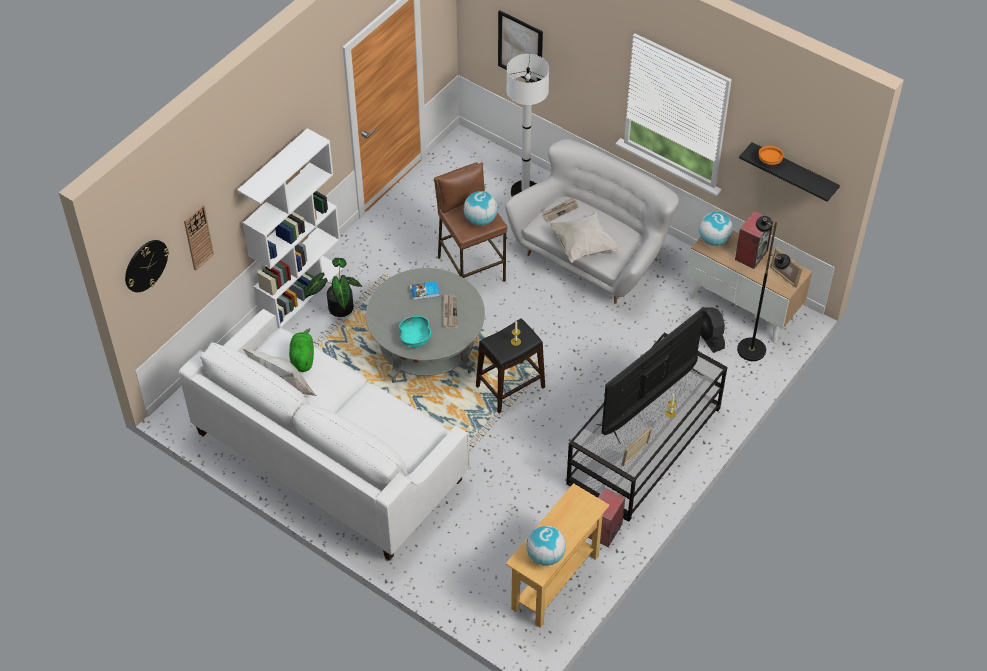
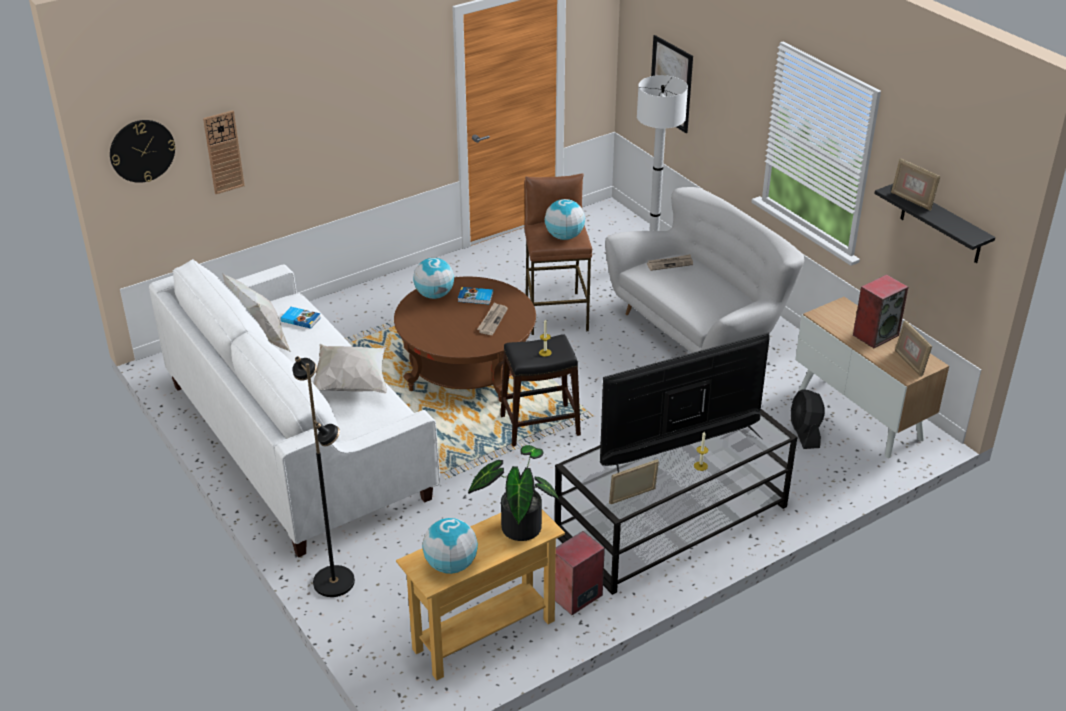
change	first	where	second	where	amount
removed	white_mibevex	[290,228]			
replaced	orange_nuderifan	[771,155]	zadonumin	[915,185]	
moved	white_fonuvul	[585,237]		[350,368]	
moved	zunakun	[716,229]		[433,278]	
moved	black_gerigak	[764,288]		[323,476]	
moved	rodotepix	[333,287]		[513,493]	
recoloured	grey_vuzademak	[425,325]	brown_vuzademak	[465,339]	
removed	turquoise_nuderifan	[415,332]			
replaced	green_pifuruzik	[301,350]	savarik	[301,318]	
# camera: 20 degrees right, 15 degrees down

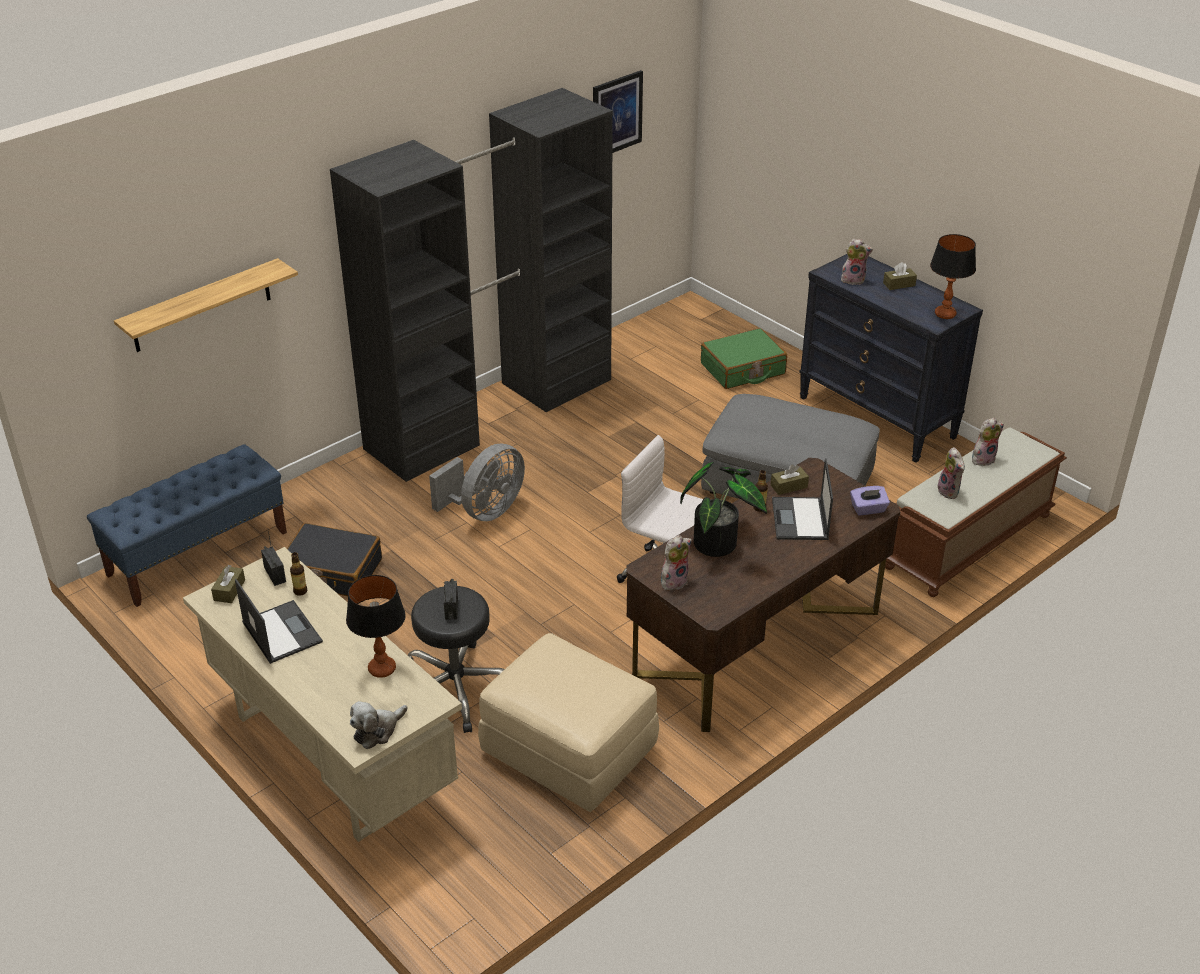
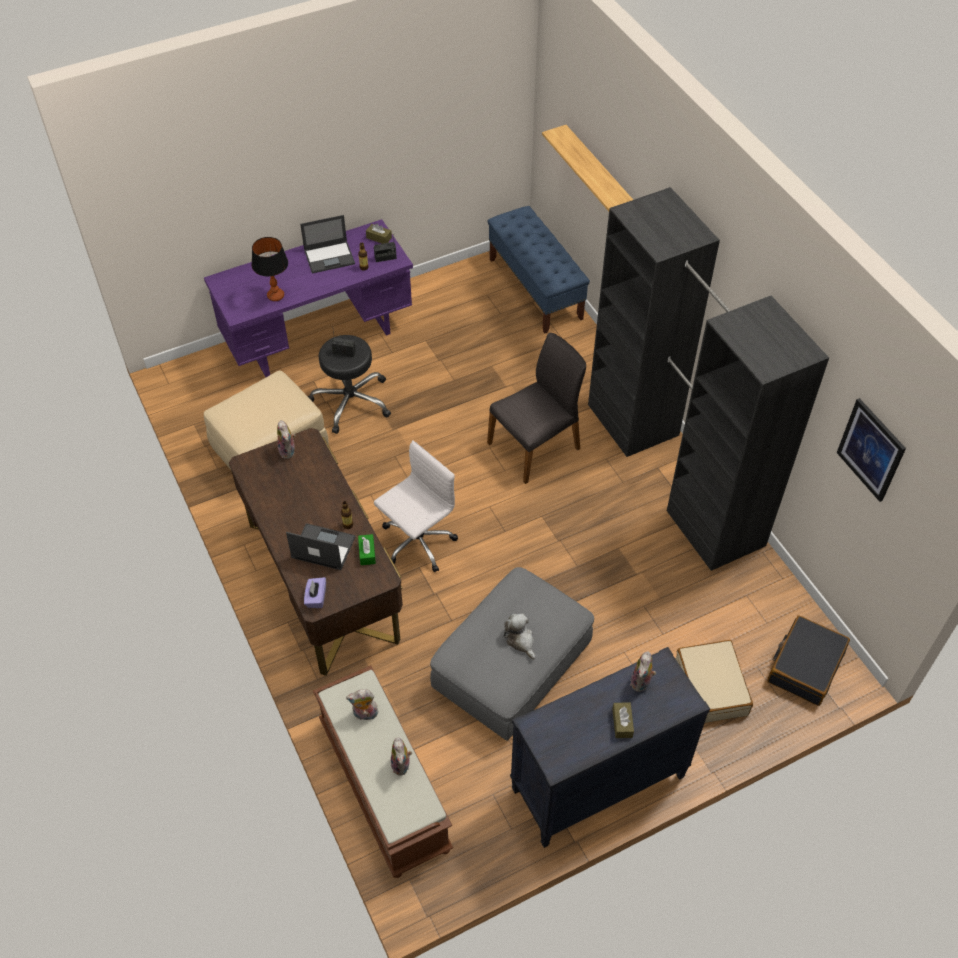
change	first	where	second	where	amount
removed	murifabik	[953,276]			
recoloured	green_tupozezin	[744,358]	beige_tupozezin	[714,681]	
replaced	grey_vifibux	[477,482]	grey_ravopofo	[536,408]	
removed	rodotepix	[723,509]			
recoloured	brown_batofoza	[790,480]	green_batofoza	[367,549]	
moved	black_tupozezin	[334,559]		[808,660]	
recoloured	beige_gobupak	[322,694]	purple_gobupak	[308,298]	
moved	pifuruzik	[379,725]		[519,637]	
# camera: 105 degrees right, 15 degrees up

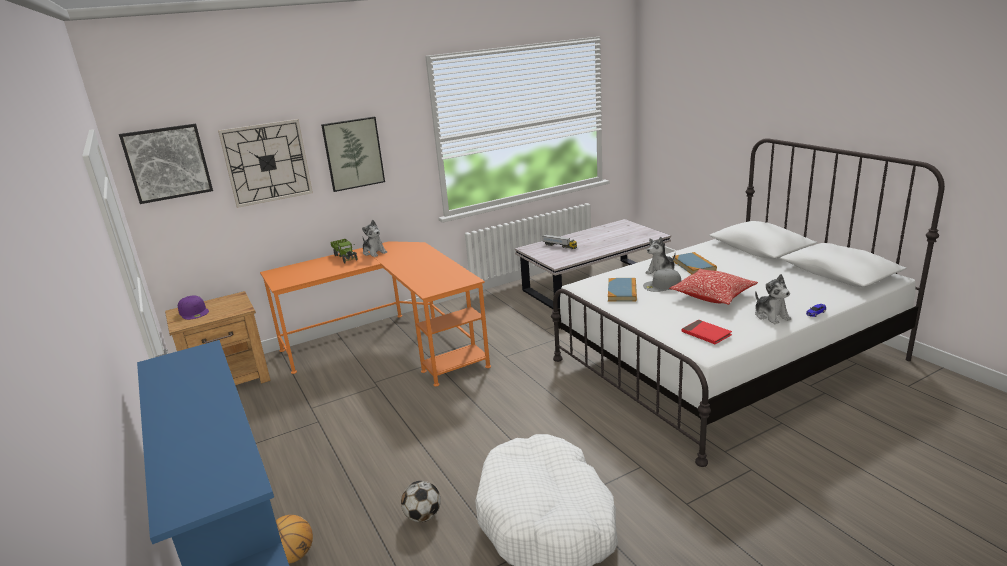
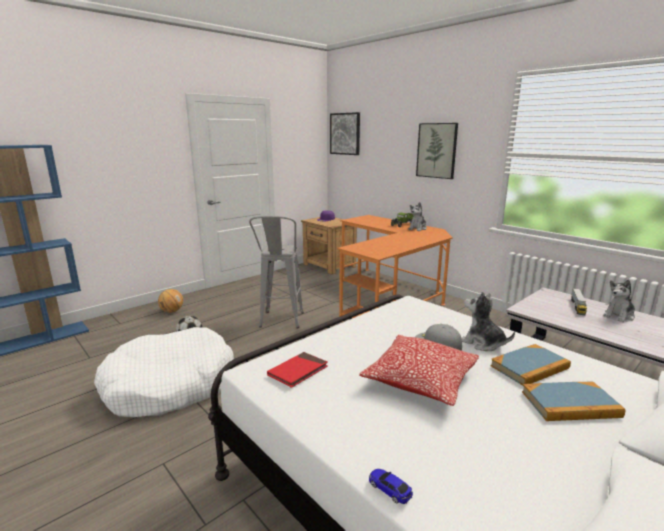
change	first	where	second	where	amount
removed	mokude	[265,163]			
moved	pifuruzik	[773,299]		[619,301]	
moved	savarik	[622,290]		[574,401]	
added			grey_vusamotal	[276,272]	
# camera: 75 degrees right, 5 degrees down

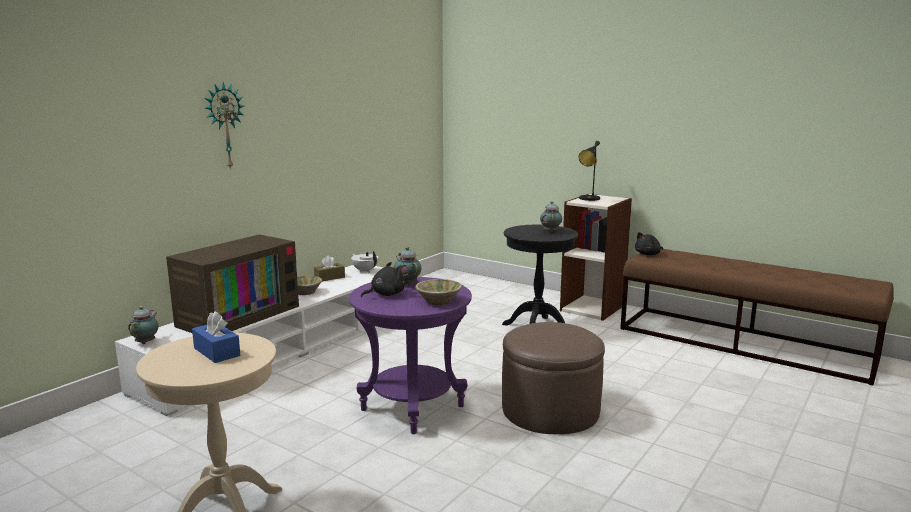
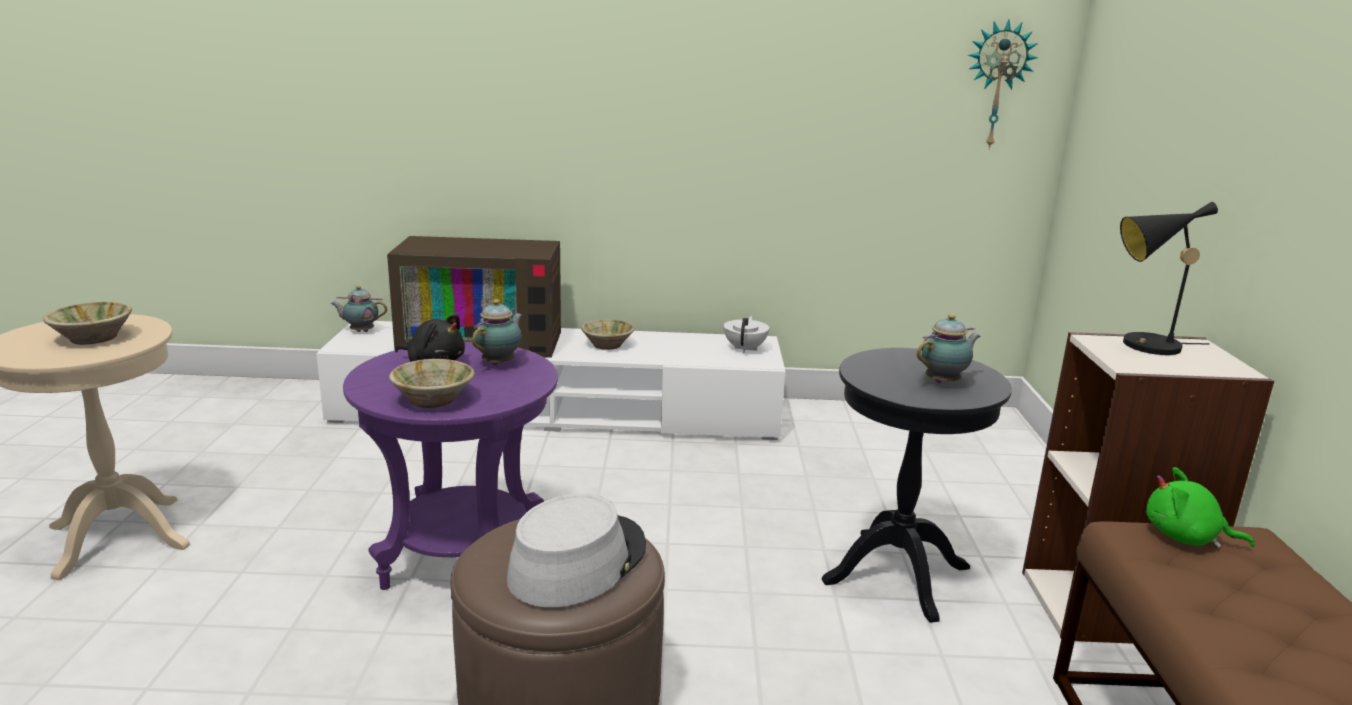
change	first	where	second	where	amount
moved	mokude	[224,126]		[1003,84]	
recoloured	black_pifuruzik	[649,243]	green_pifuruzik	[1200,508]	
removed	brown_batofoza	[329,268]			
turned	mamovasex	[143,325]		[359,309]	150 degrees counterclockwise
replaced	blue_batofoza	[216,337]	beige_nuderifan	[87,323]	
added			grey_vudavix	[576,550]	
# camera: 55 degrees right, 5 degrees up

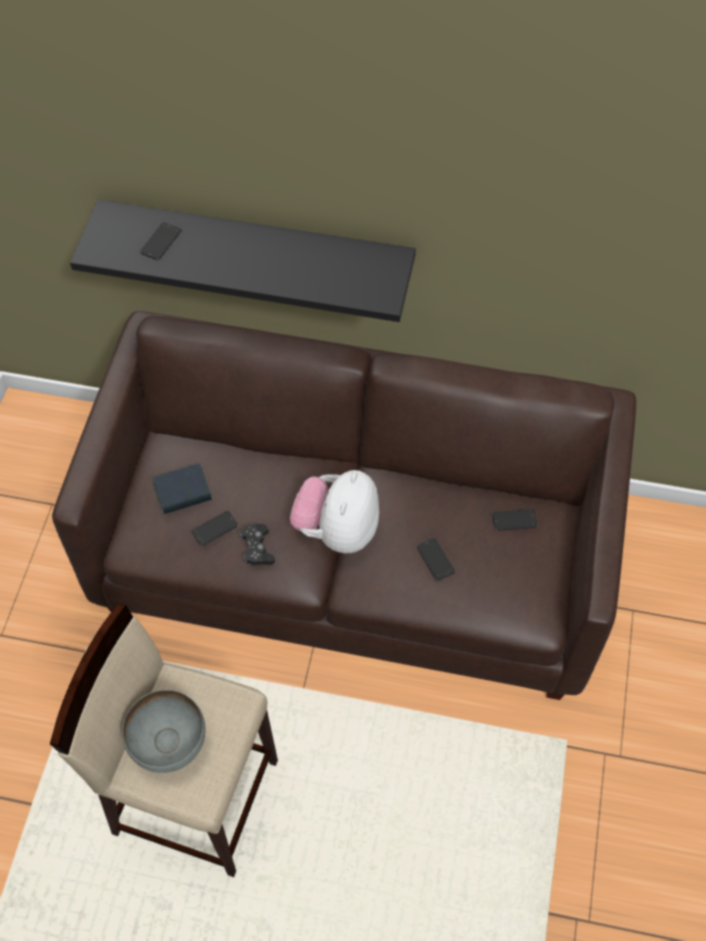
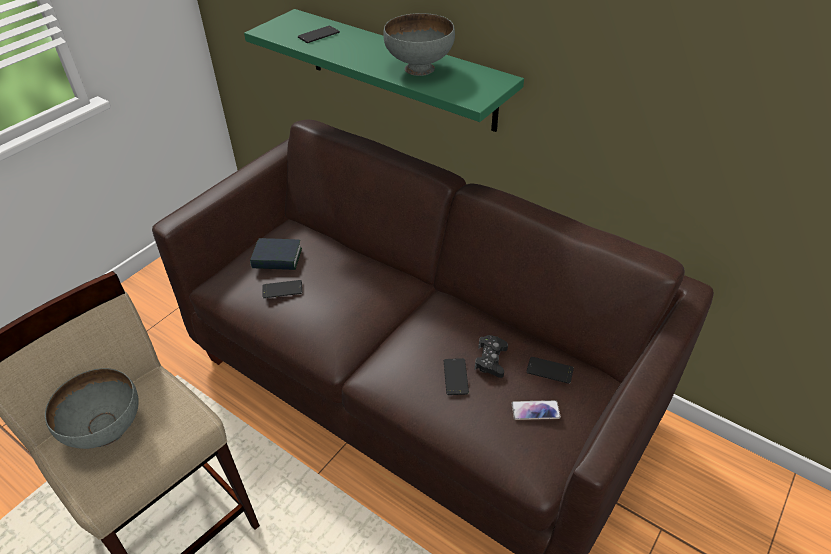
change	first	where	second	where	amount
recoloured	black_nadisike	[243,261]	green_nadisike	[384,70]	
removed	pifuruzik	[334,511]			
moved	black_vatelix	[257,545]		[491,356]	
added			grey_nuderifan	[419,44]	
added			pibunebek	[536,410]	
# camera: 25 degrees right, 15 degrees down

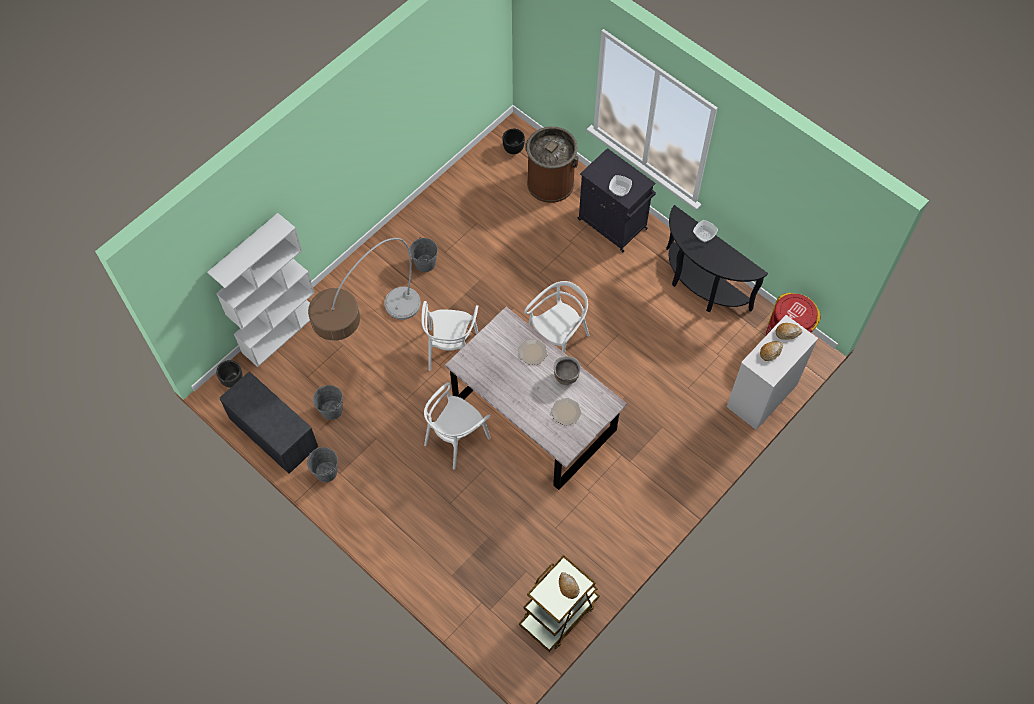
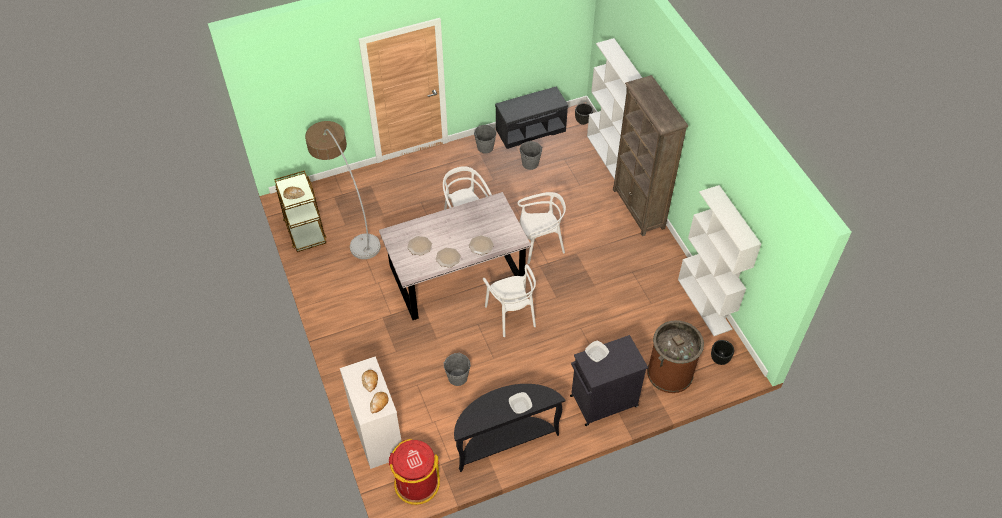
change	first	where	second	where	amount
moved	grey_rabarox	[424,254]		[457,369]	
moved	gerigak	[364,289]		[343,190]	
turned	white_ravopofo	[449,336]		[541,228]	135 degrees clockwise
replaced	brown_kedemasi	[567,370]	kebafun	[448,257]	
added			brown_mibevex	[650,155]	
added			white_mibevex	[719,260]	
# camera: 115 degrees right, 10 degrees down

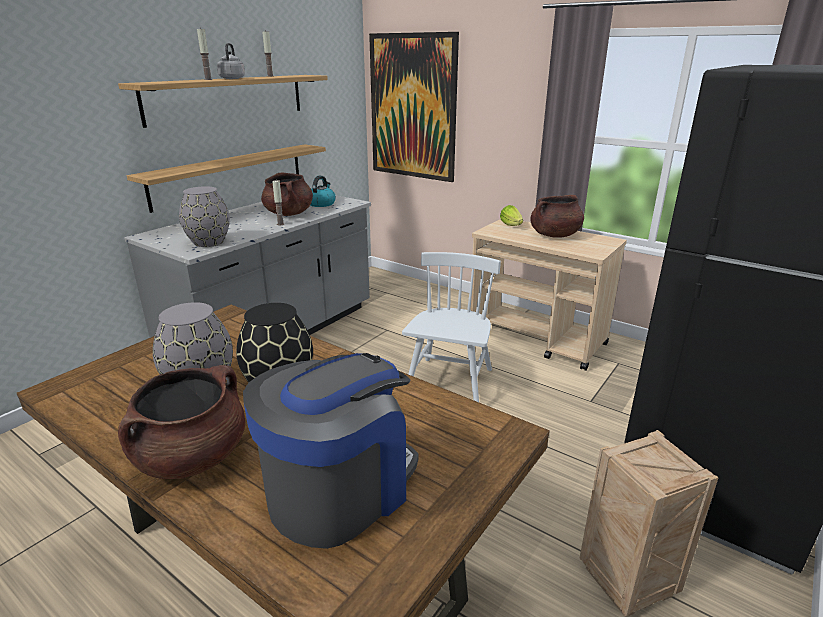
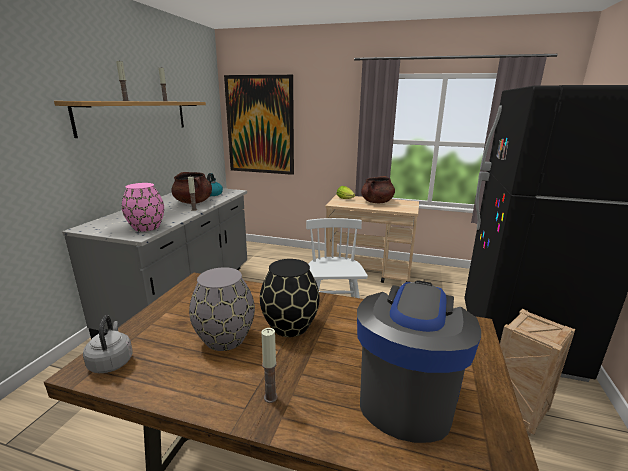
change	first	where	second	where	amount
moved	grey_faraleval	[231,61]		[108,344]	
removed	nadisike	[226,178]			
recoloured	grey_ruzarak	[204,216]	pink_ruzarak	[143,207]	
replaced	brown_kedemasi	[181,422]	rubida	[269,365]	
# camera: 20 degrees left, 5 degrees down

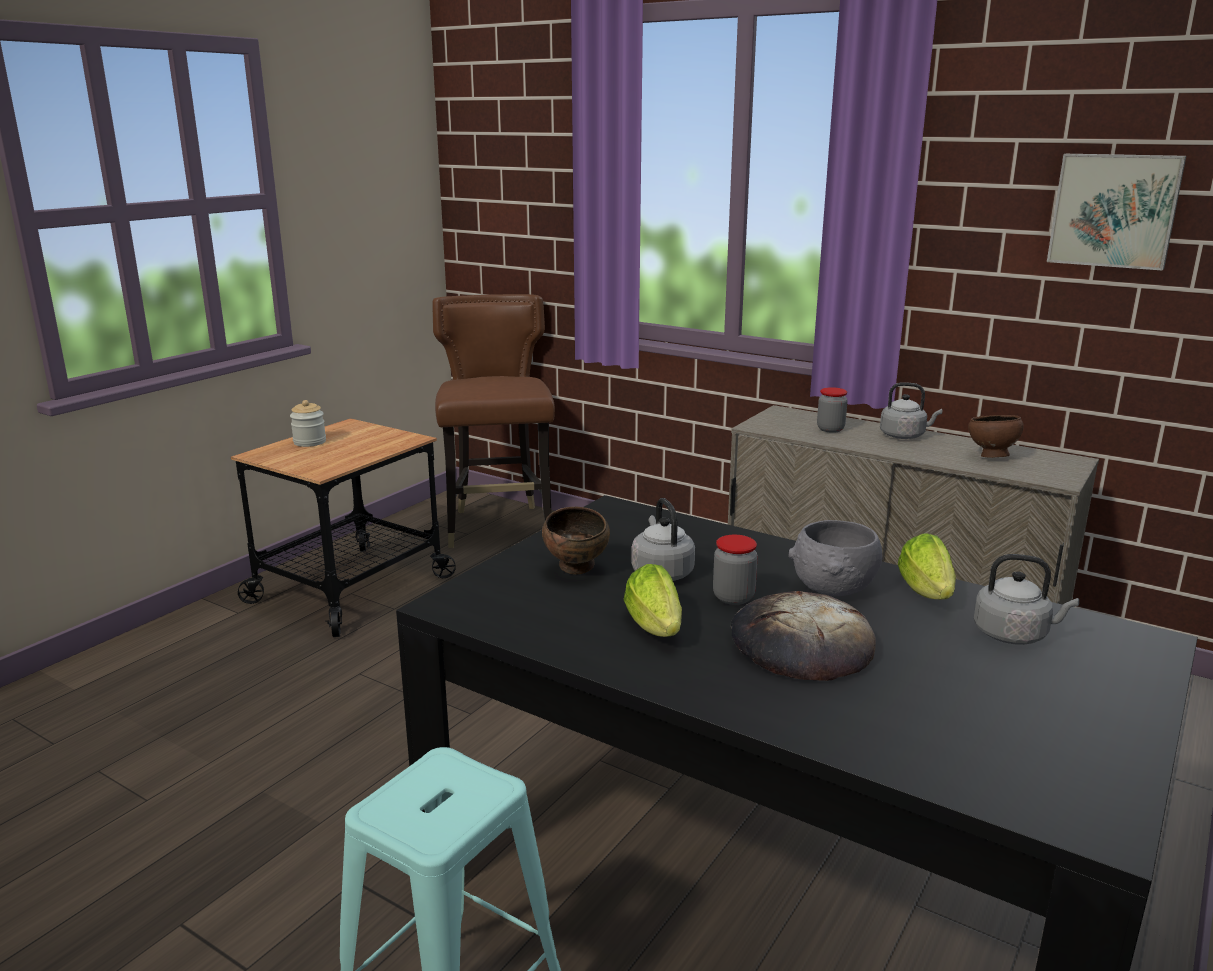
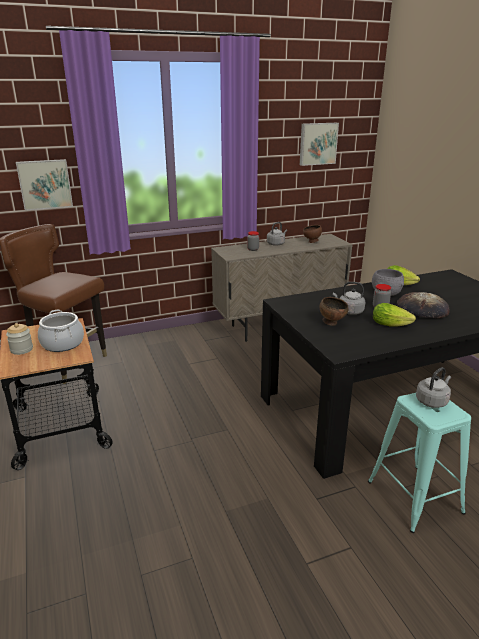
change	first	where	second	where	amount
moved	grey_faraleval	[1026,599]		[433,387]	
added			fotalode	[44,185]	
added			kedemasi	[61,331]	
# camera: 55 degrees left, 5 degrees up

